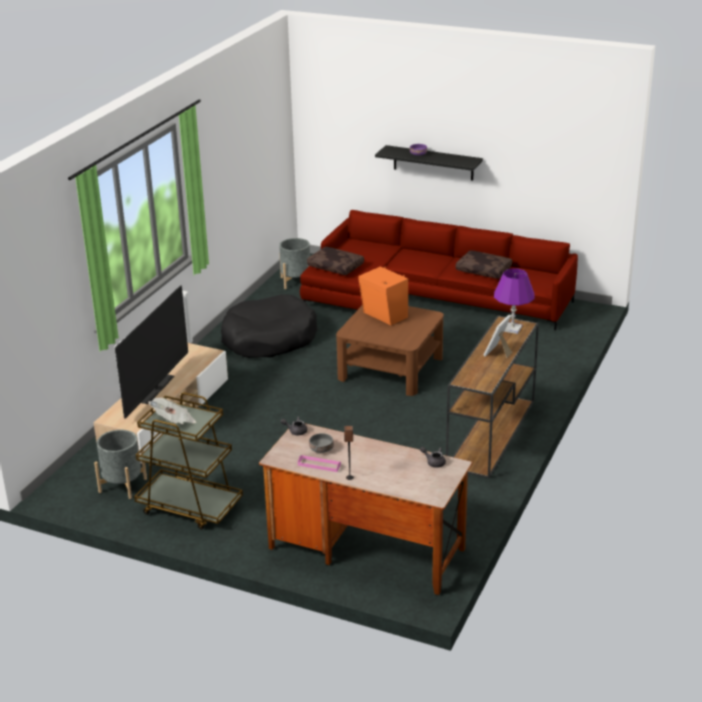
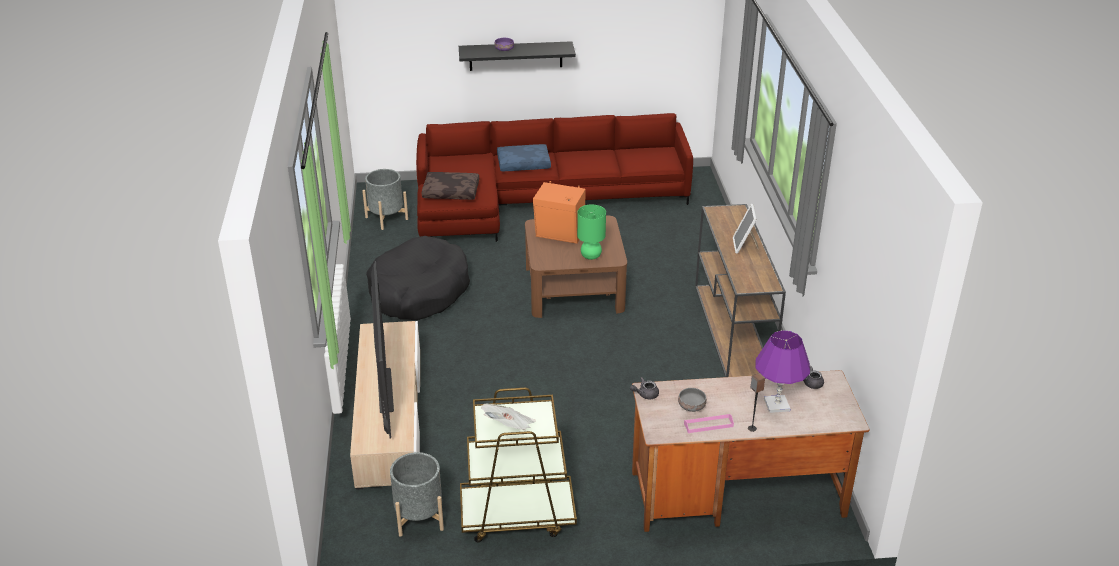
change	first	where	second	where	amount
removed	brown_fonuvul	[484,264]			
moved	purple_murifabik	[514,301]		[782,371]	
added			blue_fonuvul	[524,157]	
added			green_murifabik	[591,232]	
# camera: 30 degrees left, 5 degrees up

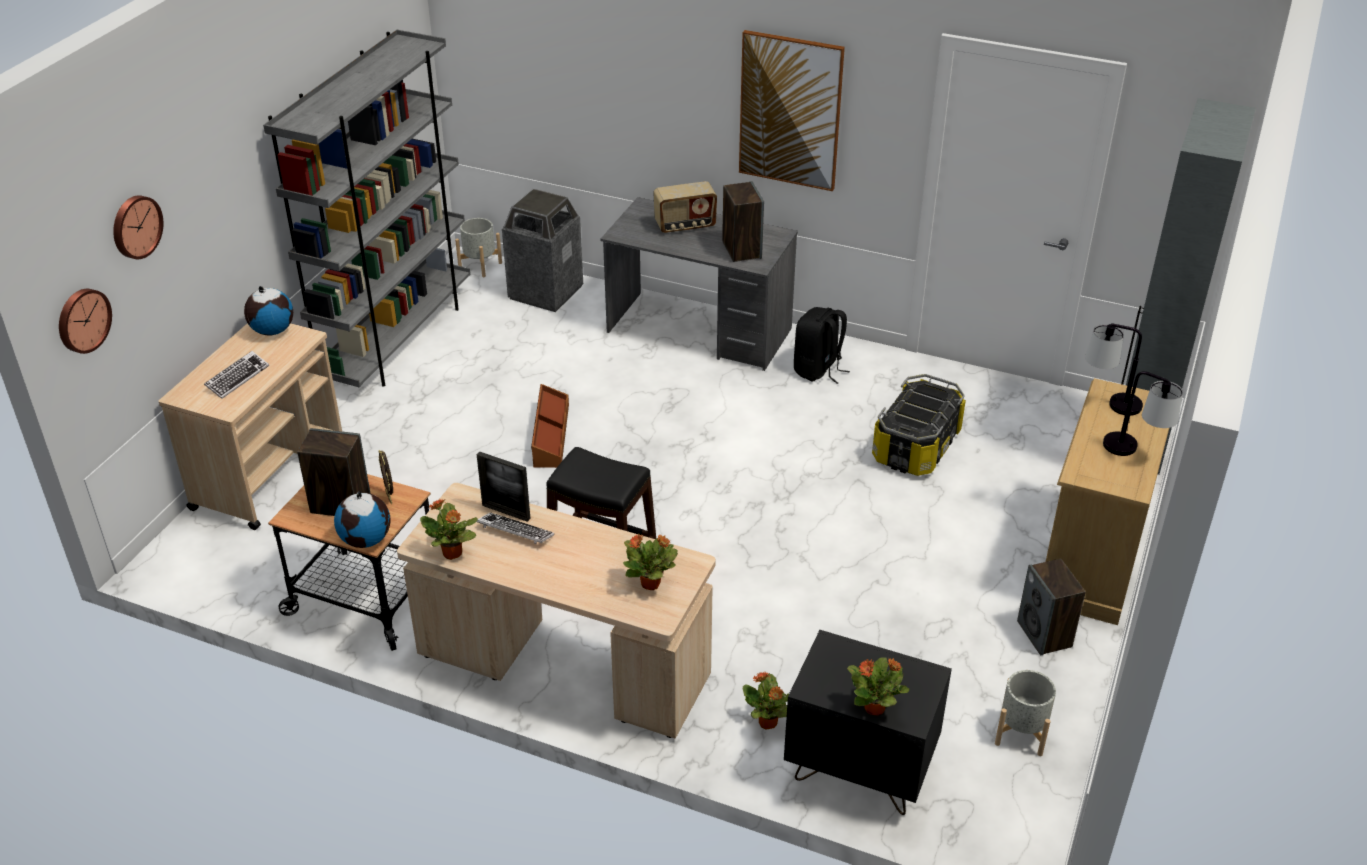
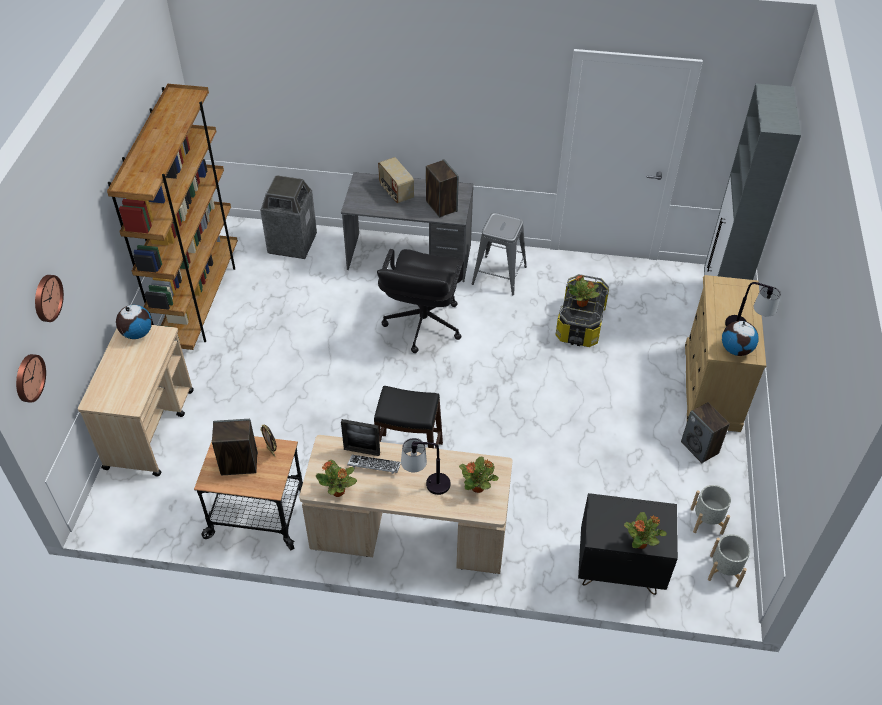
change	first	where	second	where	amount
recoloured	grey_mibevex	[366,208]	brown_mibevex	[172,217]	
removed	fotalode	[792,110]			
turned	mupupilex	[685,207]		[396,180]	90 degrees clockwise
moved	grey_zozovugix	[478,247]		[729,560]	
replaced	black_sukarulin	[822,345]	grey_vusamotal	[499,254]	
moved	murifabik	[1114,369]		[426,466]	
removed	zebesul	[236,375]			
removed	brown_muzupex	[550,426]			
moved	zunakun	[362,519]		[740,338]	
moved	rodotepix	[766,700]		[584,291]	
added			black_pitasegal	[420,301]	
# camera: 15 degrees left, 10 degrees up

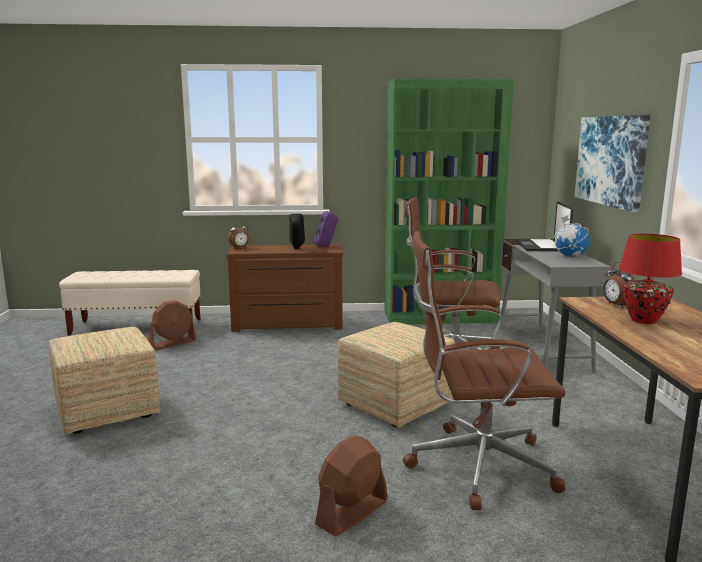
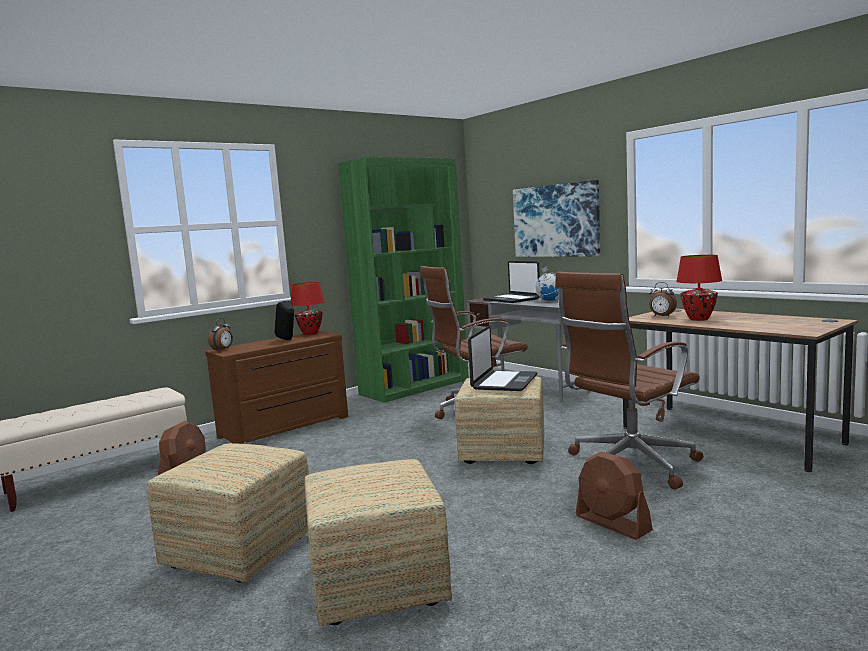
change	first	where	second	where	amount
replaced	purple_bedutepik	[325,229]	red_murifabik	[308,308]	
turned	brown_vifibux	[351,486]		[614,496]	45 degrees counterclockwise
added			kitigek	[503,358]	
added			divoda	[378,542]	
# camera: 35 degrees left, 5 degrees down

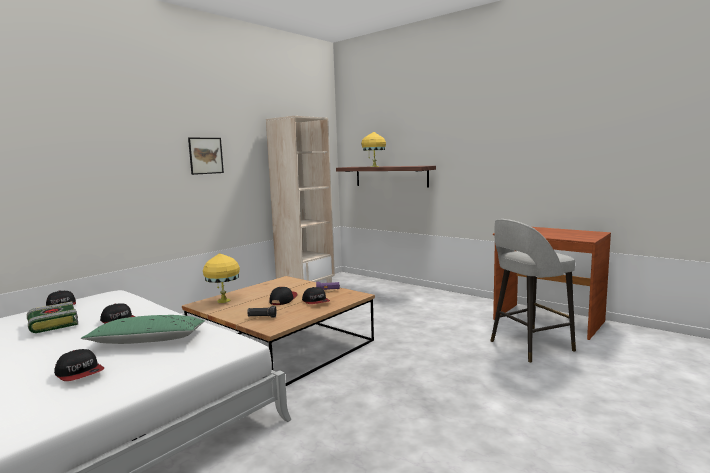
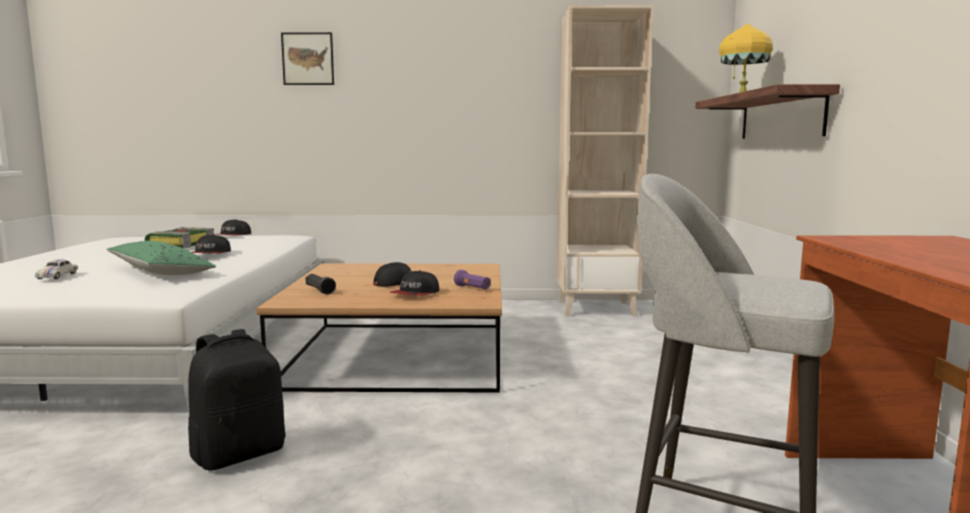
change	first	where	second	where	amount
moved	fotalode	[206,156]		[307,58]	
removed	yellow_murifabik	[221,278]			
replaced	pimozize	[79,365]	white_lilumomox	[56,269]	
added			black_sukarulin	[236,400]	
# camera: 50 degrees right, 0 degrees up

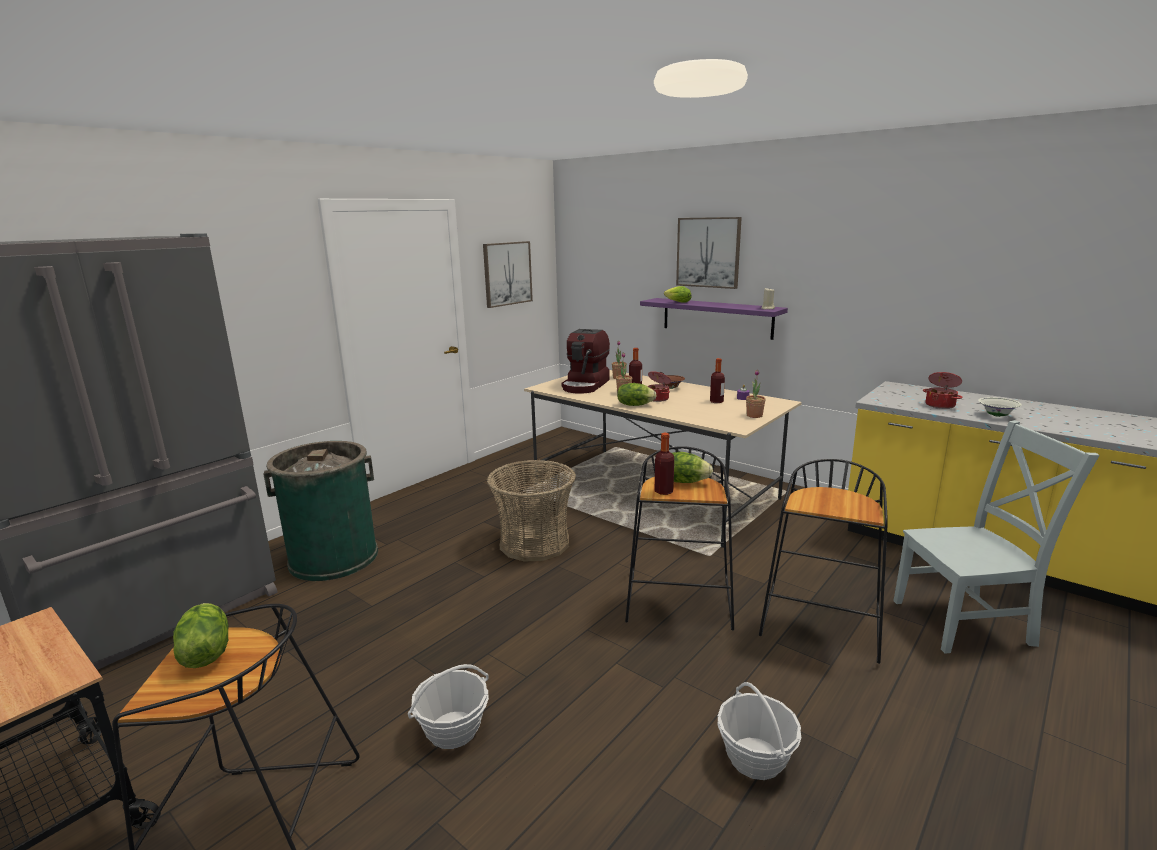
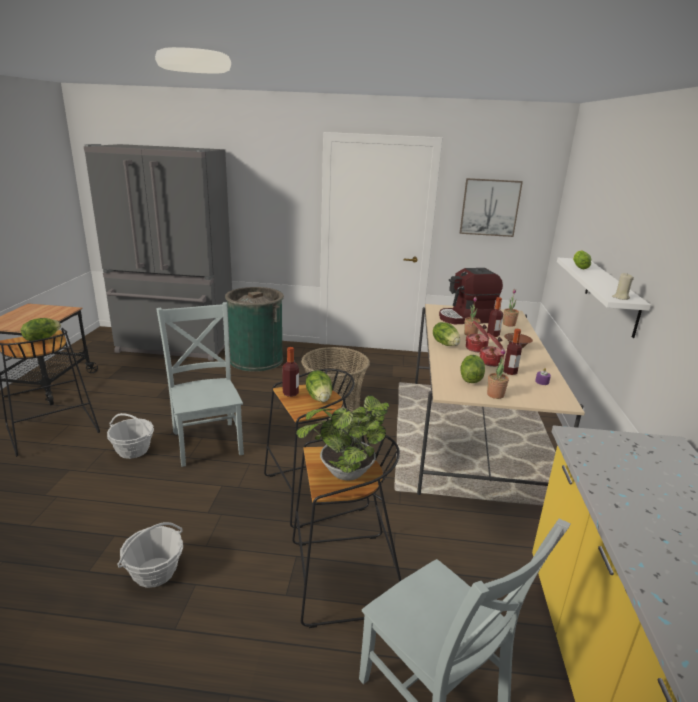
change	first	where	second	where	amount
removed	fotalode	[709,253]			
recoloured	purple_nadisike	[714,319]	white_nadisike	[604,298]	
moved	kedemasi	[943,390]		[491,350]	
removed	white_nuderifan	[1000,407]			
added			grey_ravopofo	[200,384]	
added			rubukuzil	[472,369]	
added			rodotepix	[343,438]	
# camera: 55 degrees right, 5 degrees up

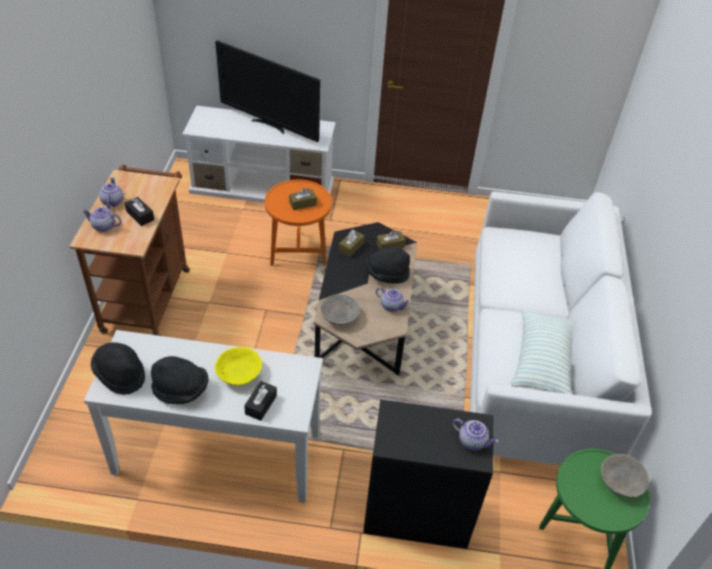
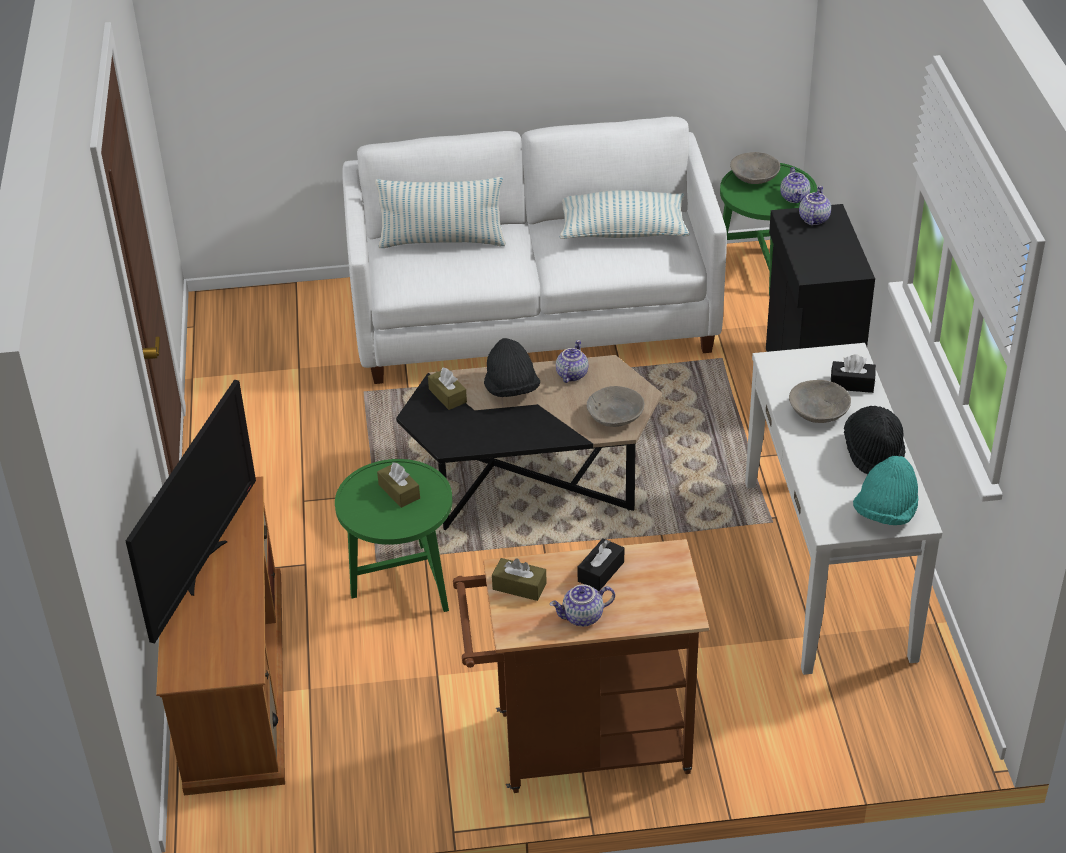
change	first	where	second	where	amount
recoloured	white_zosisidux	[259,154]	brown_zosisidux	[220,636]	
recoloured	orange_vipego	[298,223]	green_vipego	[394,535]	
moved	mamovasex	[101,219]		[795,185]	
moved	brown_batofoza	[352,243]		[519,579]	
recoloured	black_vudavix	[118,368]	turquoise_vudavix	[885,490]	
recoloured	yellow_nuderifan	[238,366]	grey_nuderifan	[820,401]	
added			fonuvul	[440,212]	
# camera: 100 degrees left, 5 degrees down

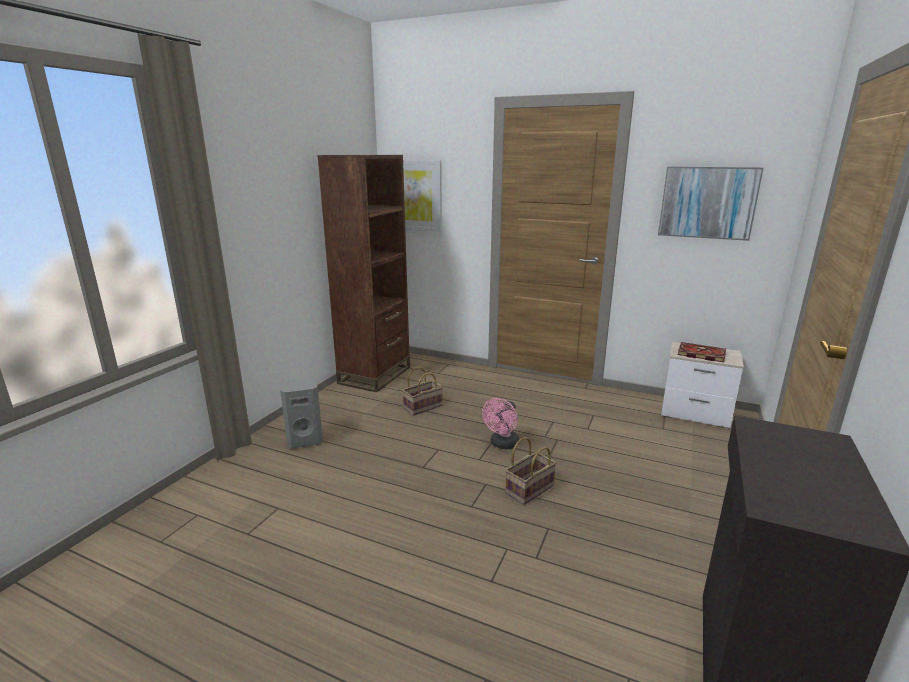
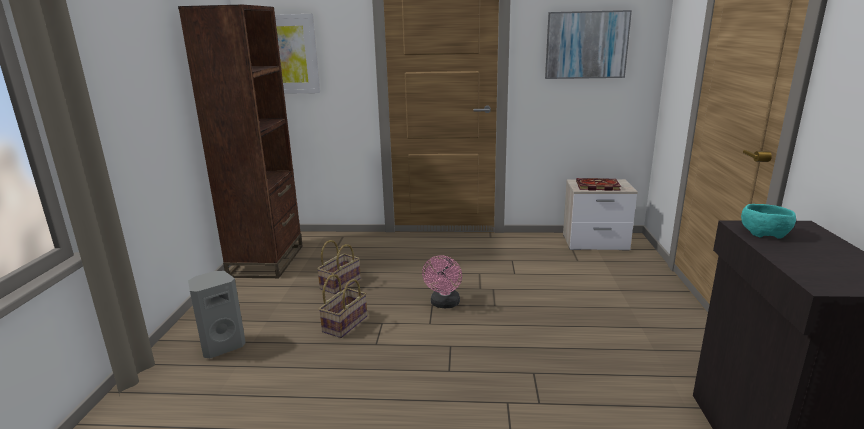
change	first	where	second	where	amount
moved	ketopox	[530,471]		[343,306]	
added			turquoise_nuderifan	[768,221]	
# camera: 20 degrees left, 0 degrees up

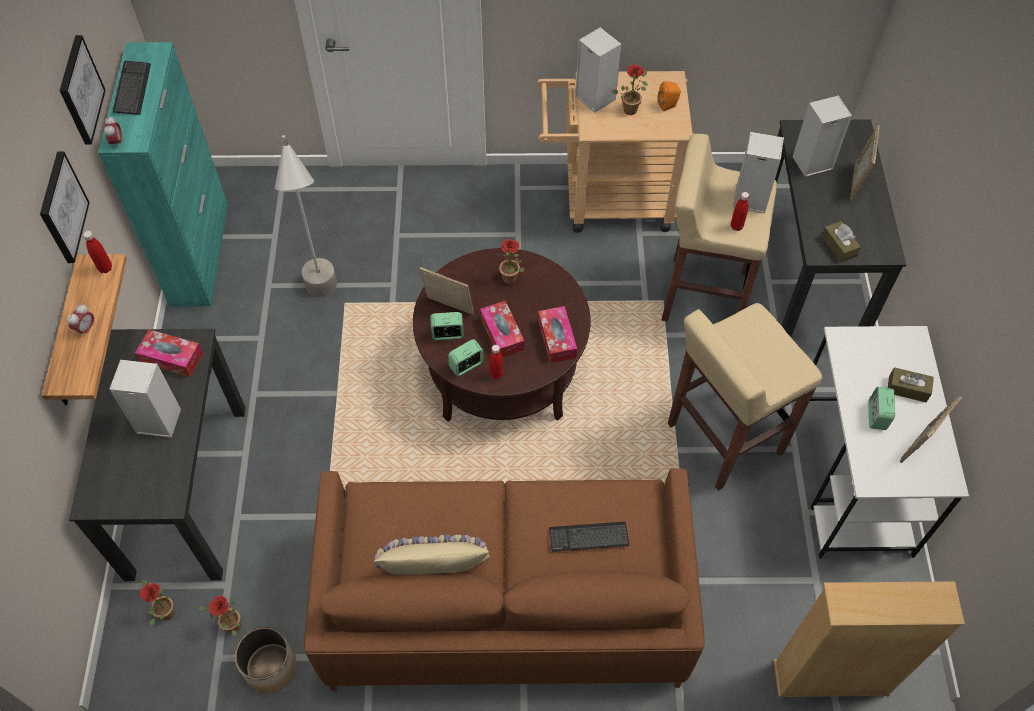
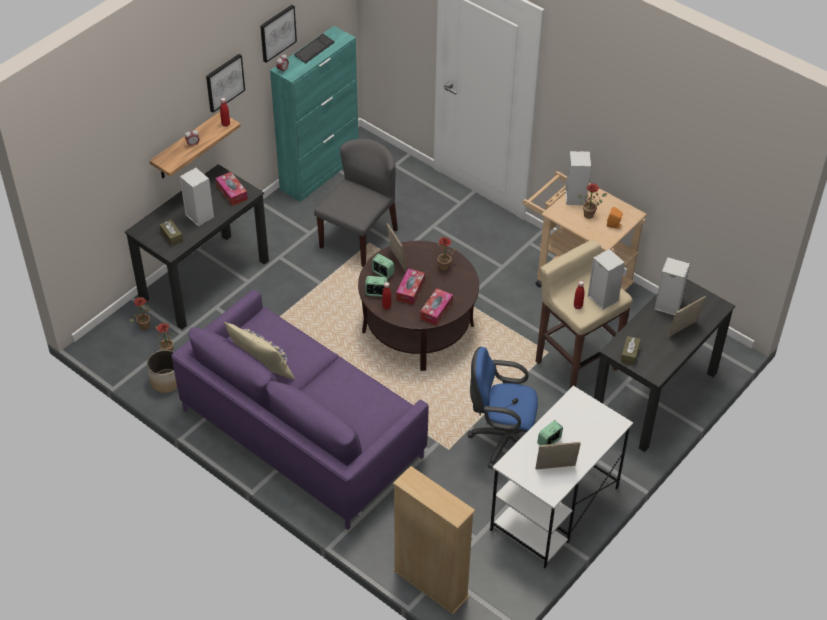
change	first	where	second	where	amount
replaced	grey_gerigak	[306,216]	grey_ravopofo	[356,202]	
replaced	beige_vusamotal	[745,397]	blue_pitasegal	[502,408]	
moved	brown_batofoza	[911,384]		[171,233]	
recoloured	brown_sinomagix	[504,579]	purple_sinomagix	[300,410]	
removed	zebesul	[589,536]			
# camera: 40 degrees right, 10 degrees down

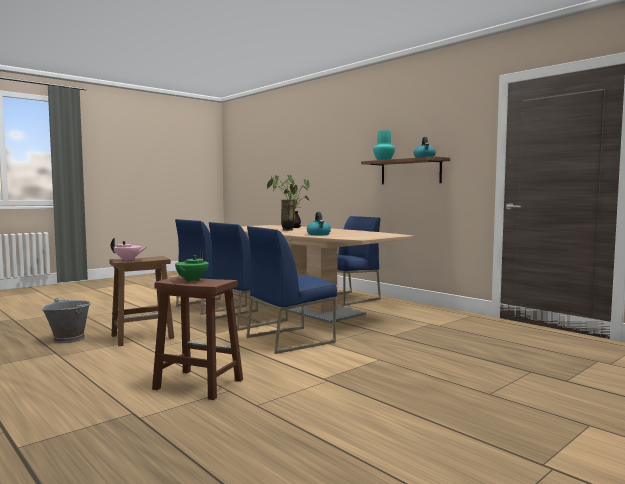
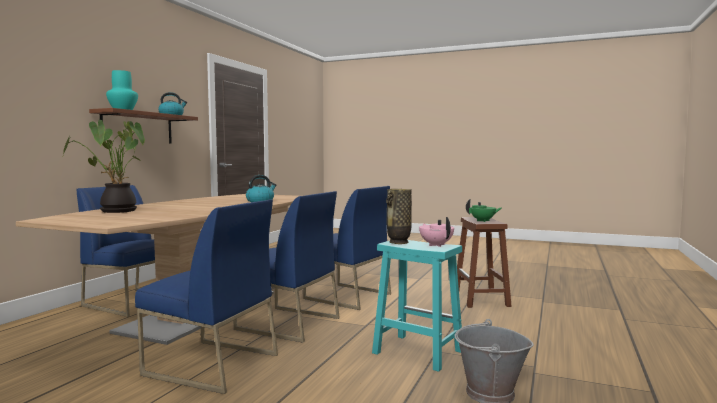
change	first	where	second	where	amount
moved	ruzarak	[288,215]		[399,216]	
recoloured	brown_vusamotal	[142,301]	turquoise_vusamotal	[417,306]	
# camera: 115 degrees left, 0 degrees up

